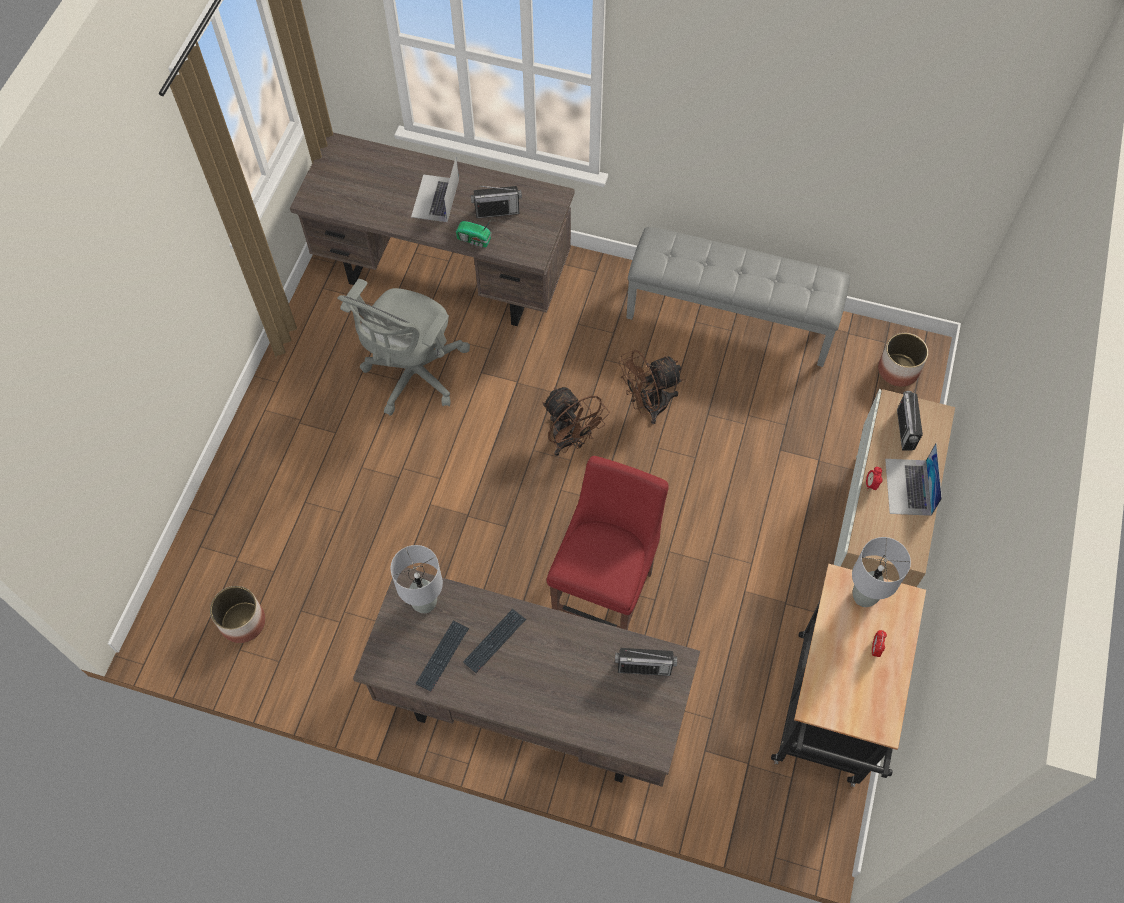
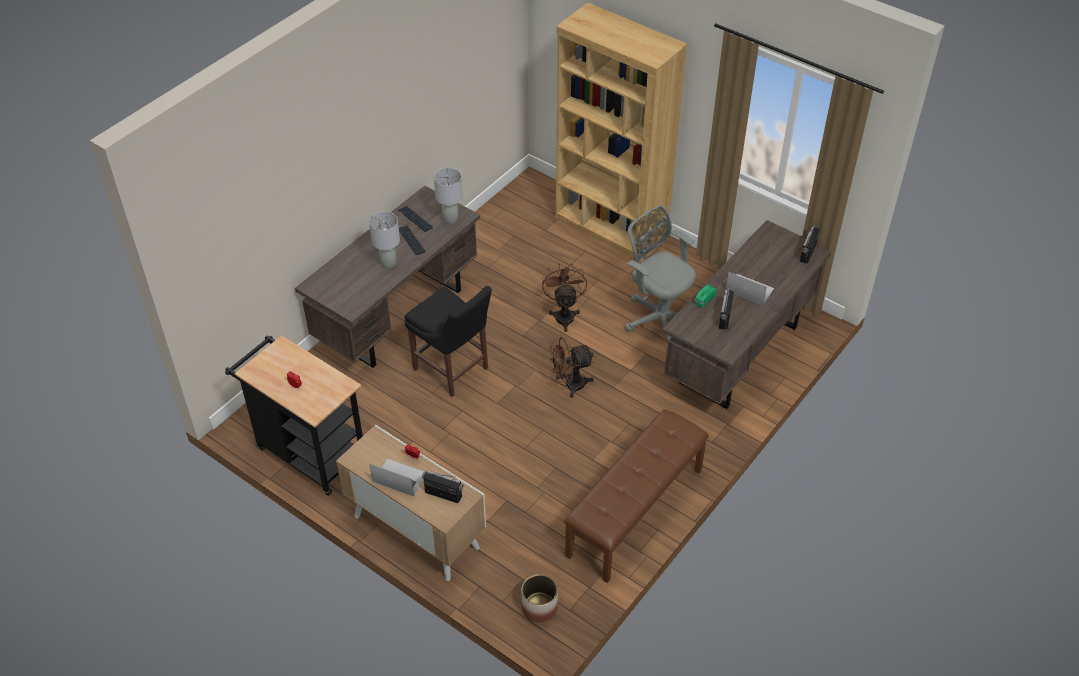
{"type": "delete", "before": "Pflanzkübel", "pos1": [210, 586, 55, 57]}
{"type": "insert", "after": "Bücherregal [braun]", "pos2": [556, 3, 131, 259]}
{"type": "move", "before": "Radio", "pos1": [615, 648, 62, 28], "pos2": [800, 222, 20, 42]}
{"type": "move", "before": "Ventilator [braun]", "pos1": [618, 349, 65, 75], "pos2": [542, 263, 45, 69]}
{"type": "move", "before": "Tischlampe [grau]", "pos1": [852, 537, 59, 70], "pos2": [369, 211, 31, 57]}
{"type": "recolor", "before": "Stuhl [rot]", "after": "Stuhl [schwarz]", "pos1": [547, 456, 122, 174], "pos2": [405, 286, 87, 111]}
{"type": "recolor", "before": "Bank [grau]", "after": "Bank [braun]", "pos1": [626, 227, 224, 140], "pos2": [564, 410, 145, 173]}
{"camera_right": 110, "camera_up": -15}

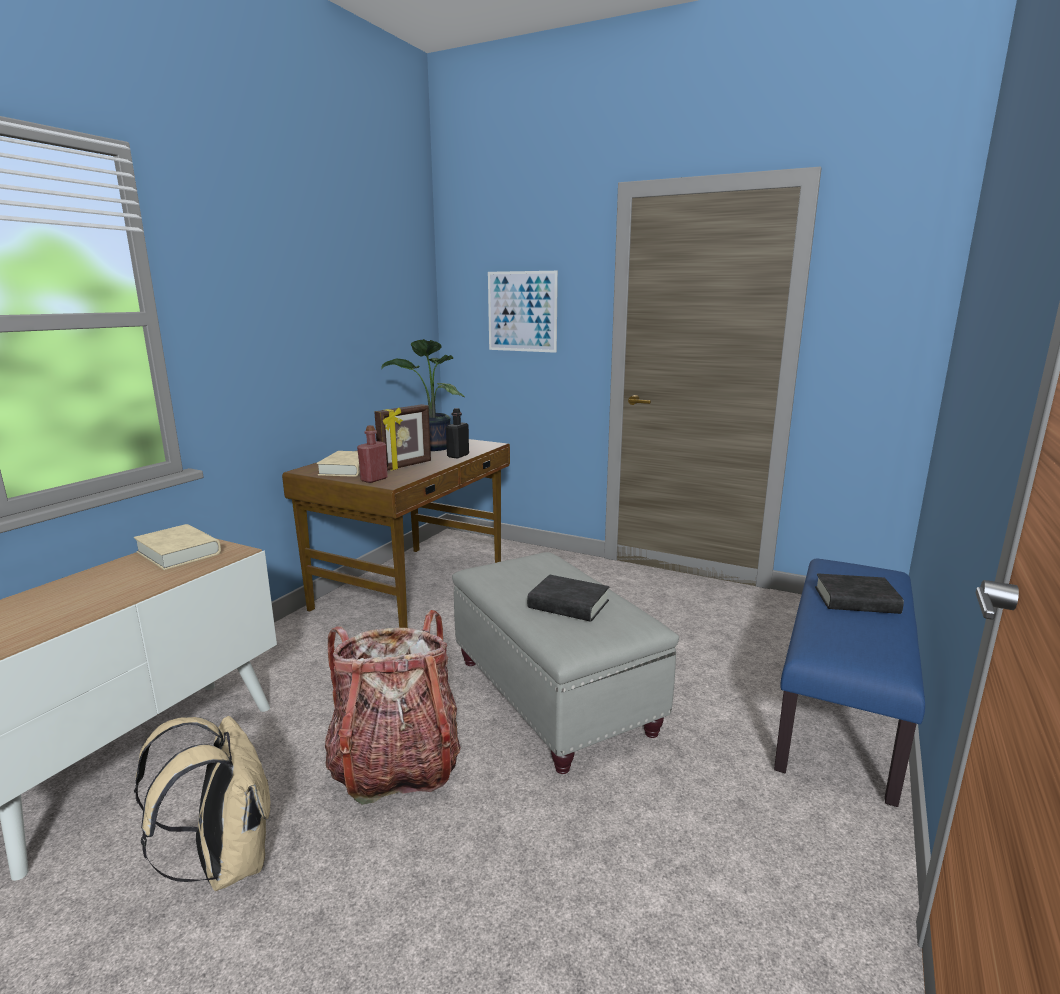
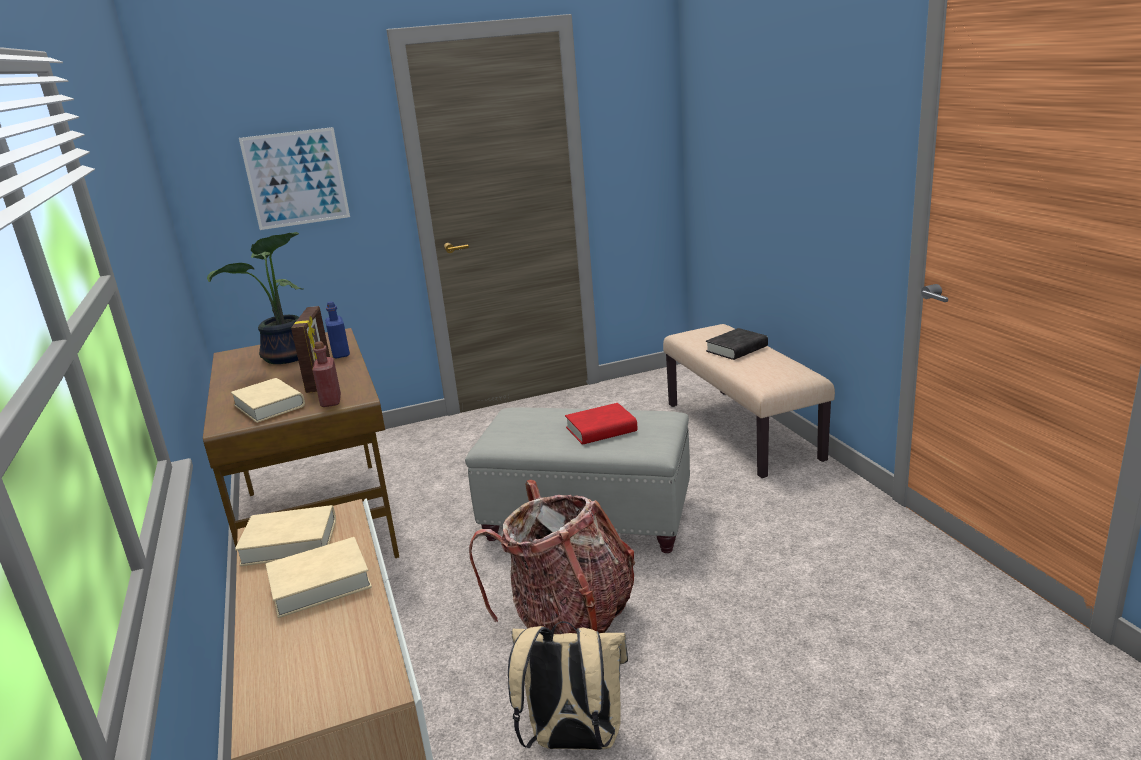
{"type": "insert", "after": "Buch [beige]", "pos2": [265, 537, 107, 81]}
{"type": "recolor", "before": "Flasche [schwarz]", "after": "Flasche [blau]", "pos1": [446, 408, 23, 50], "pos2": [325, 301, 25, 57]}
{"type": "recolor", "before": "Buch [schwarz]", "after": "Buch [rot]", "pos1": [527, 575, 82, 47], "pos2": [565, 403, 73, 42]}
{"type": "recolor", "before": "Bank [blau]", "after": "Bank [beige]", "pos1": [774, 559, 151, 248], "pos2": [663, 324, 172, 154]}
{"camera_right": -45, "camera_up": 5}

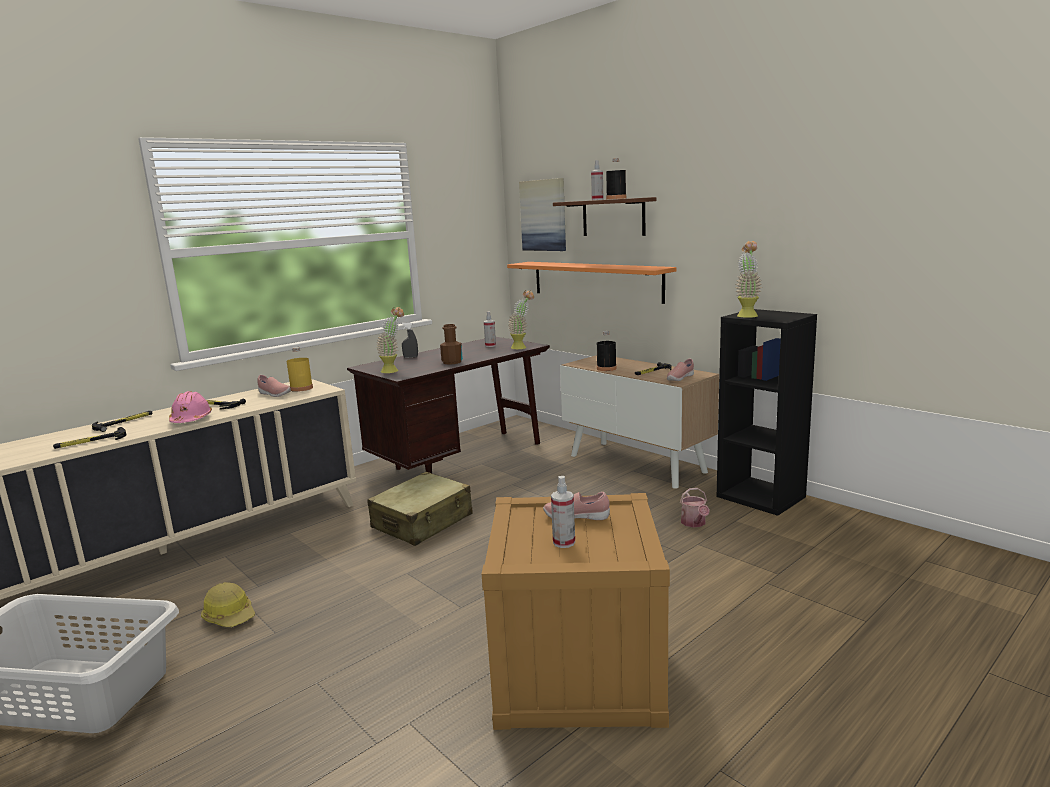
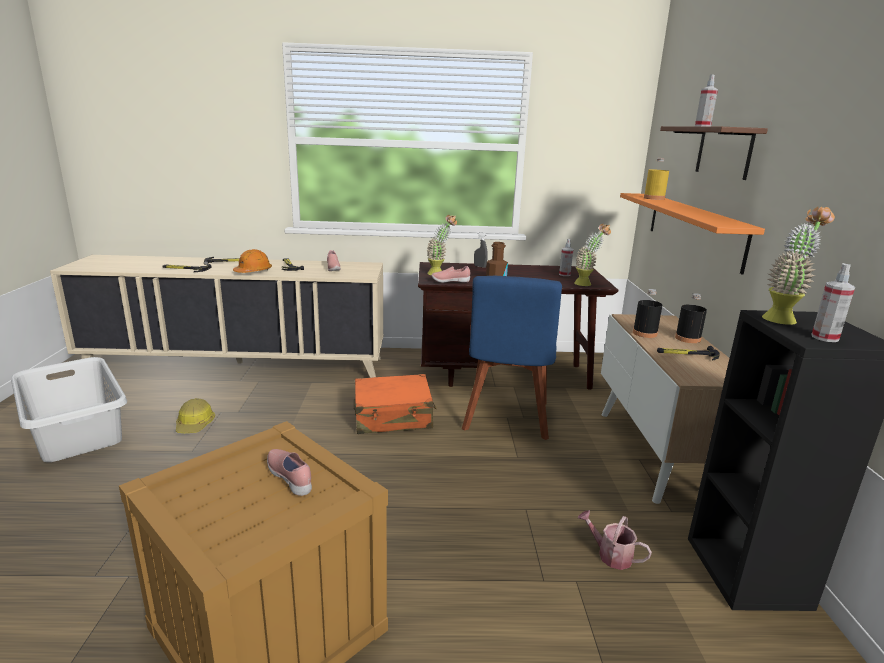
{"type": "delete", "before": "Bild", "pos1": [519, 178, 47, 73]}
{"type": "insert", "after": "Stuhl [blau]", "pos2": [462, 276, 100, 164]}
{"type": "move", "before": "Flasche [gelb]", "pos1": [287, 347, 26, 45], "pos2": [644, 158, 25, 42]}
{"type": "move", "before": "Sprühflasche", "pos1": [551, 476, 24, 72], "pos2": [811, 263, 44, 79]}
{"type": "move", "before": "Flasche [schwarz]", "pos1": [606, 158, 20, 41], "pos2": [675, 293, 32, 50]}
{"type": "move", "before": "Schuh [rosa]", "pos1": [667, 359, 27, 22], "pos2": [431, 266, 39, 17]}
{"type": "recolor", "before": "Schutzhelm [rosa]", "after": "Schutzhelm [orange]", "pos1": [169, 391, 43, 32], "pos2": [233, 249, 39, 24]}
{"type": "recolor", "before": "Koffer [beige]", "after": "Koffer [orange]", "pos1": [367, 472, 106, 74], "pos2": [354, 374, 83, 60]}
{"type": "rotate", "before": "Gießkanne", "pos1": [680, 488, 30, 40], "pos2": [578, 510, 74, 60], "turn": 90}
{"camera_right": 40, "camera_up": 5}

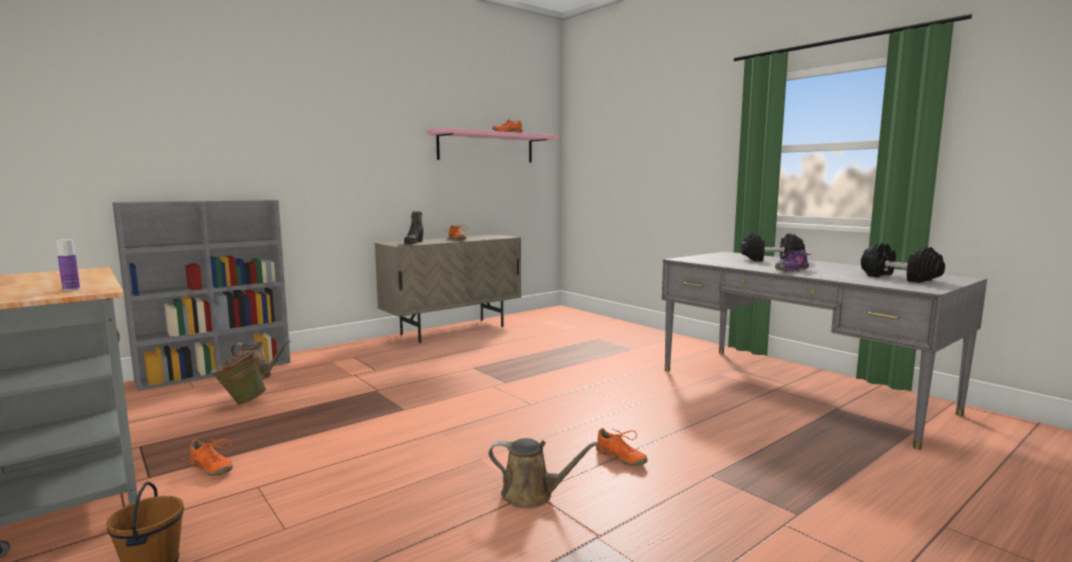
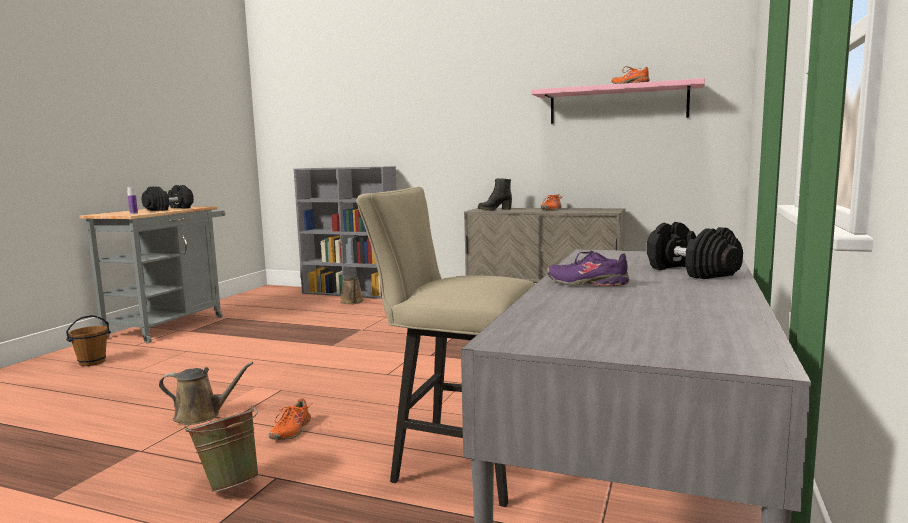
{"type": "delete", "before": "Schuh [orange]", "pos1": [181, 439, 52, 37]}
{"type": "insert", "after": "Hocker [beige]", "pos2": [356, 187, 179, 320]}
{"type": "move", "before": "Eimer [grün]", "pos1": [210, 351, 57, 54], "pos2": [184, 406, 75, 86]}
{"type": "move", "before": "Hantel [schwarz]", "pos1": [861, 243, 84, 40], "pos2": [142, 185, 52, 26]}
{"type": "rotate", "before": "Gießkanne [braun]", "pos1": [489, 438, 110, 70], "pos2": [159, 362, 94, 63], "turn": -75}
{"camera_right": 60, "camera_up": 0}

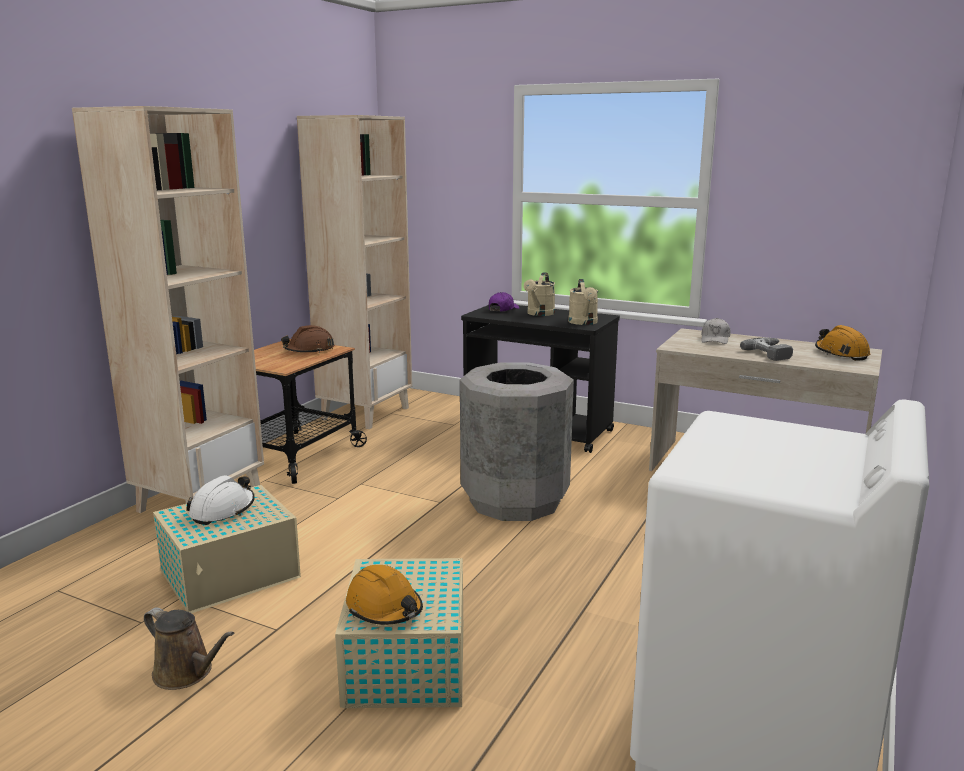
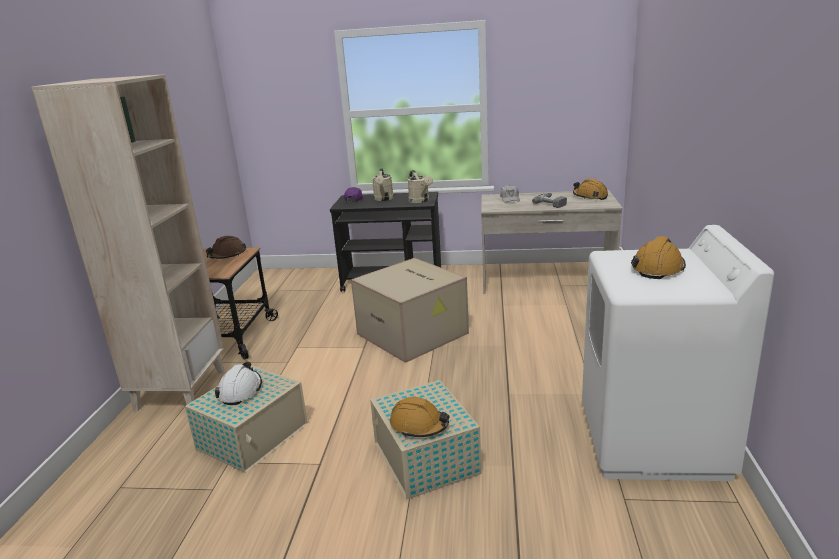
{"type": "delete", "before": "Gießkanne [braun]", "pos1": [144, 607, 90, 83]}
{"type": "delete", "before": "Bücherregal [beige]", "pos1": [297, 115, 115, 314]}
{"type": "insert", "after": "Schutzhelm [orange]", "pos2": [631, 236, 55, 43]}
{"type": "replace", "before": "Mülleimer [grau]", "after": "Karton", "pos1": [460, 362, 114, 159], "pos2": [351, 258, 118, 105]}
{"camera_right": -20, "camera_up": 5}

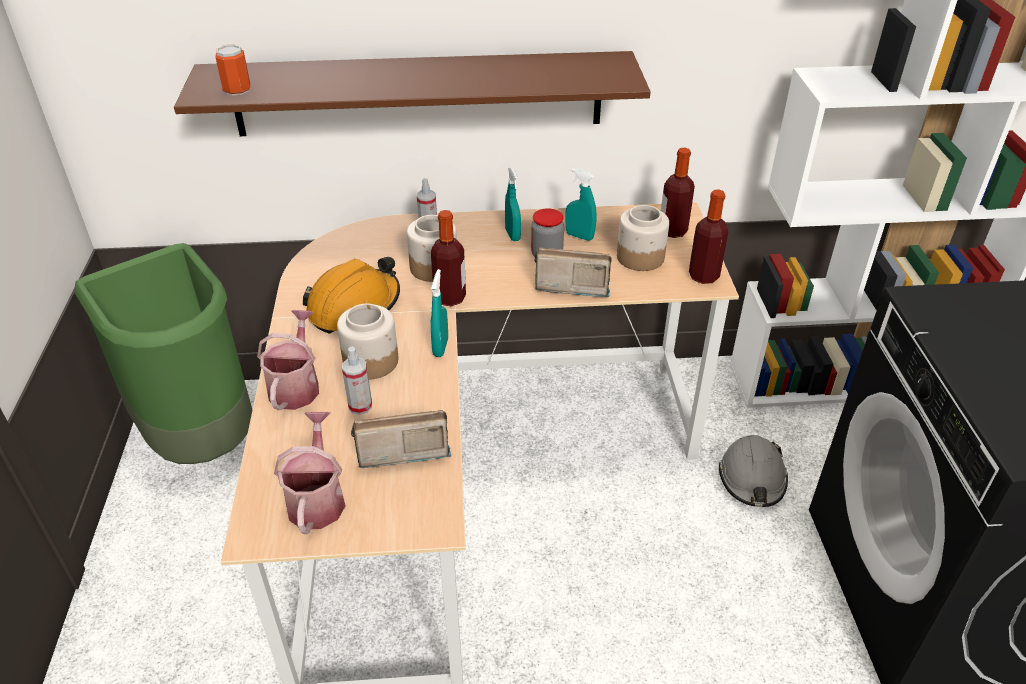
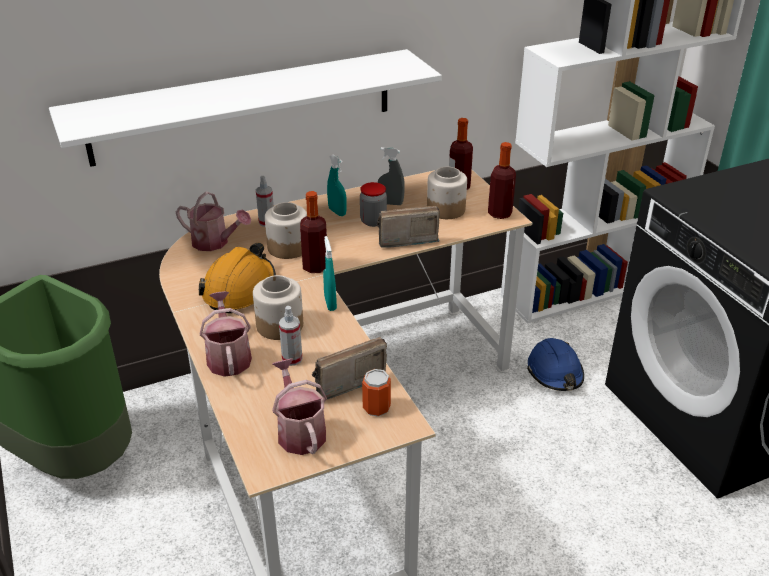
{"type": "insert", "after": "Gießkanne", "pos2": [176, 192, 75, 59]}
{"type": "move", "before": "Dose", "pos1": [215, 44, 35, 51], "pos2": [362, 369, 29, 48]}
{"type": "recolor", "before": "Wandregal [braun]", "after": "Wandregal [weiß]", "pos1": [174, 51, 477, 85], "pos2": [49, 49, 393, 118]}
{"type": "recolor", "before": "Sprühflasche [türkis]", "after": "Sprühflasche [grau]", "pos1": [565, 168, 31, 73], "pos2": [378, 147, 27, 58]}
{"type": "recolor", "before": "Schutzhelm [grau]", "after": "Schutzhelm [blau]", "pos1": [719, 435, 69, 72], "pos2": [527, 338, 57, 53]}
{"camera_right": -20, "camera_up": -5}

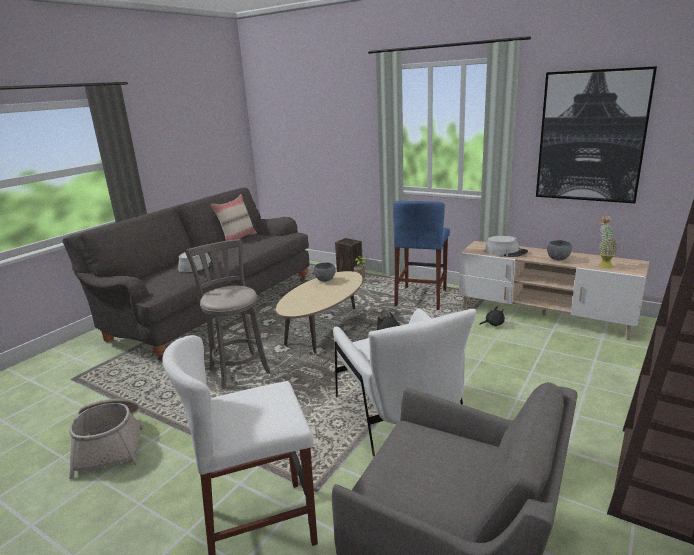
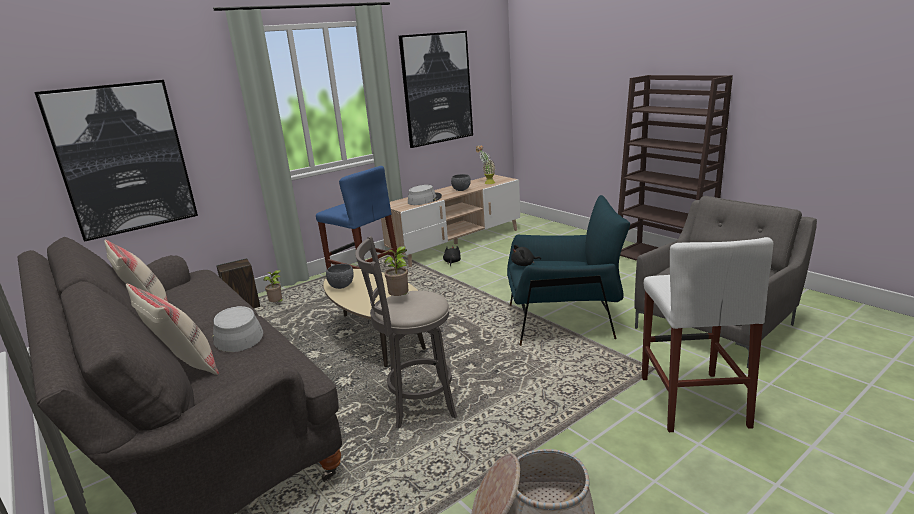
{"type": "insert", "after": "Bild", "pos2": [34, 80, 164, 162]}
{"type": "insert", "after": "Kissen [beige]", "pos2": [126, 284, 93, 91]}
{"type": "insert", "after": "Topfpflanze", "pos2": [384, 246, 24, 50]}
{"type": "recolor", "before": "Sessel [weiß]", "after": "Sessel [blau]", "pos1": [333, 308, 144, 148], "pos2": [507, 195, 123, 151]}
{"camera_right": -70, "camera_up": 0}

